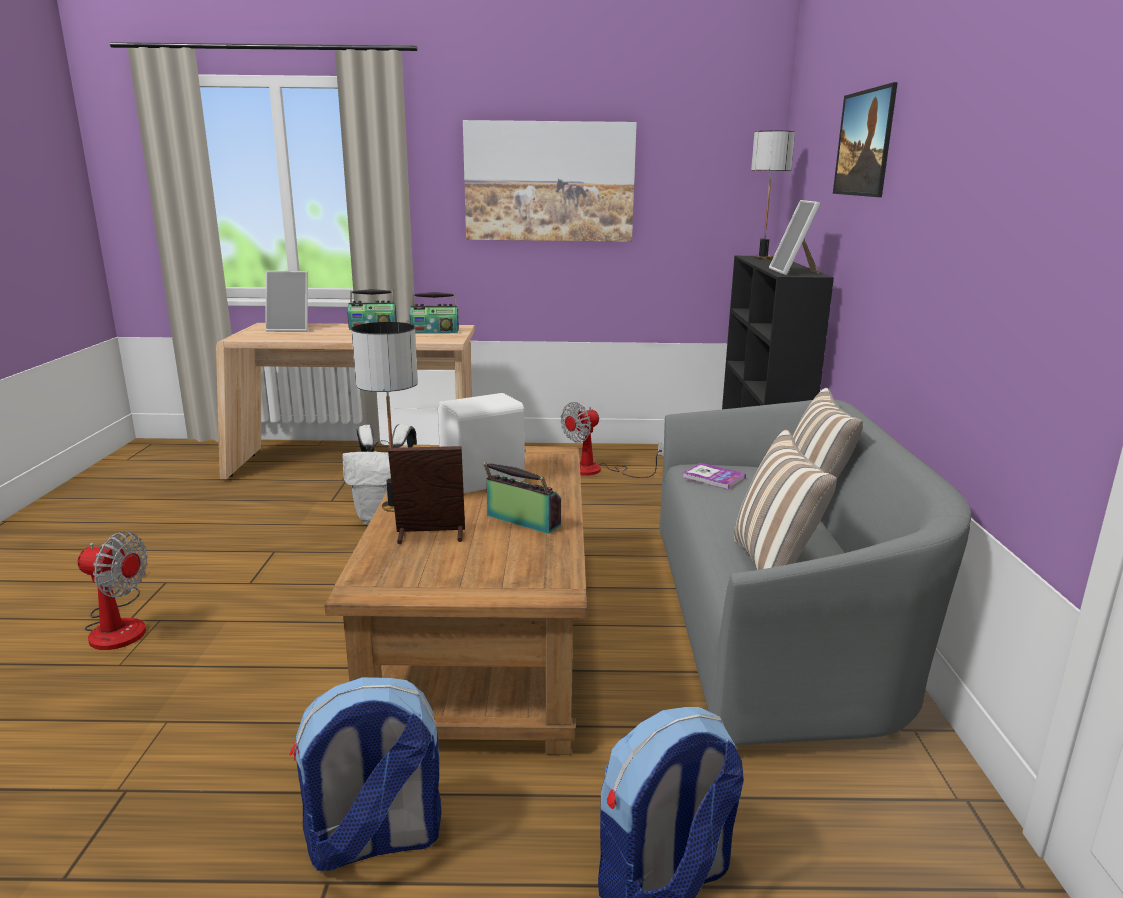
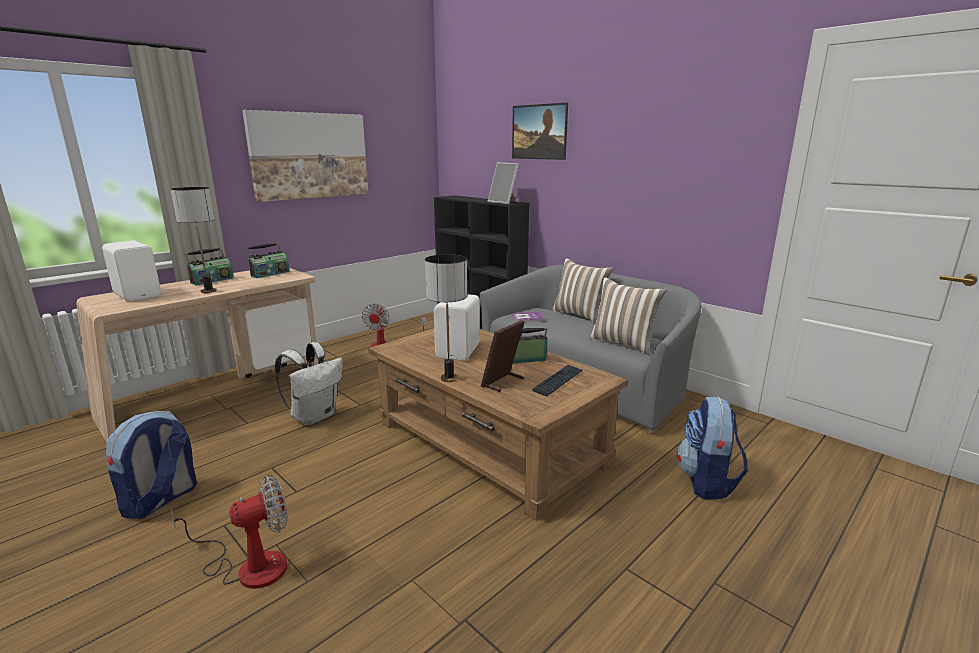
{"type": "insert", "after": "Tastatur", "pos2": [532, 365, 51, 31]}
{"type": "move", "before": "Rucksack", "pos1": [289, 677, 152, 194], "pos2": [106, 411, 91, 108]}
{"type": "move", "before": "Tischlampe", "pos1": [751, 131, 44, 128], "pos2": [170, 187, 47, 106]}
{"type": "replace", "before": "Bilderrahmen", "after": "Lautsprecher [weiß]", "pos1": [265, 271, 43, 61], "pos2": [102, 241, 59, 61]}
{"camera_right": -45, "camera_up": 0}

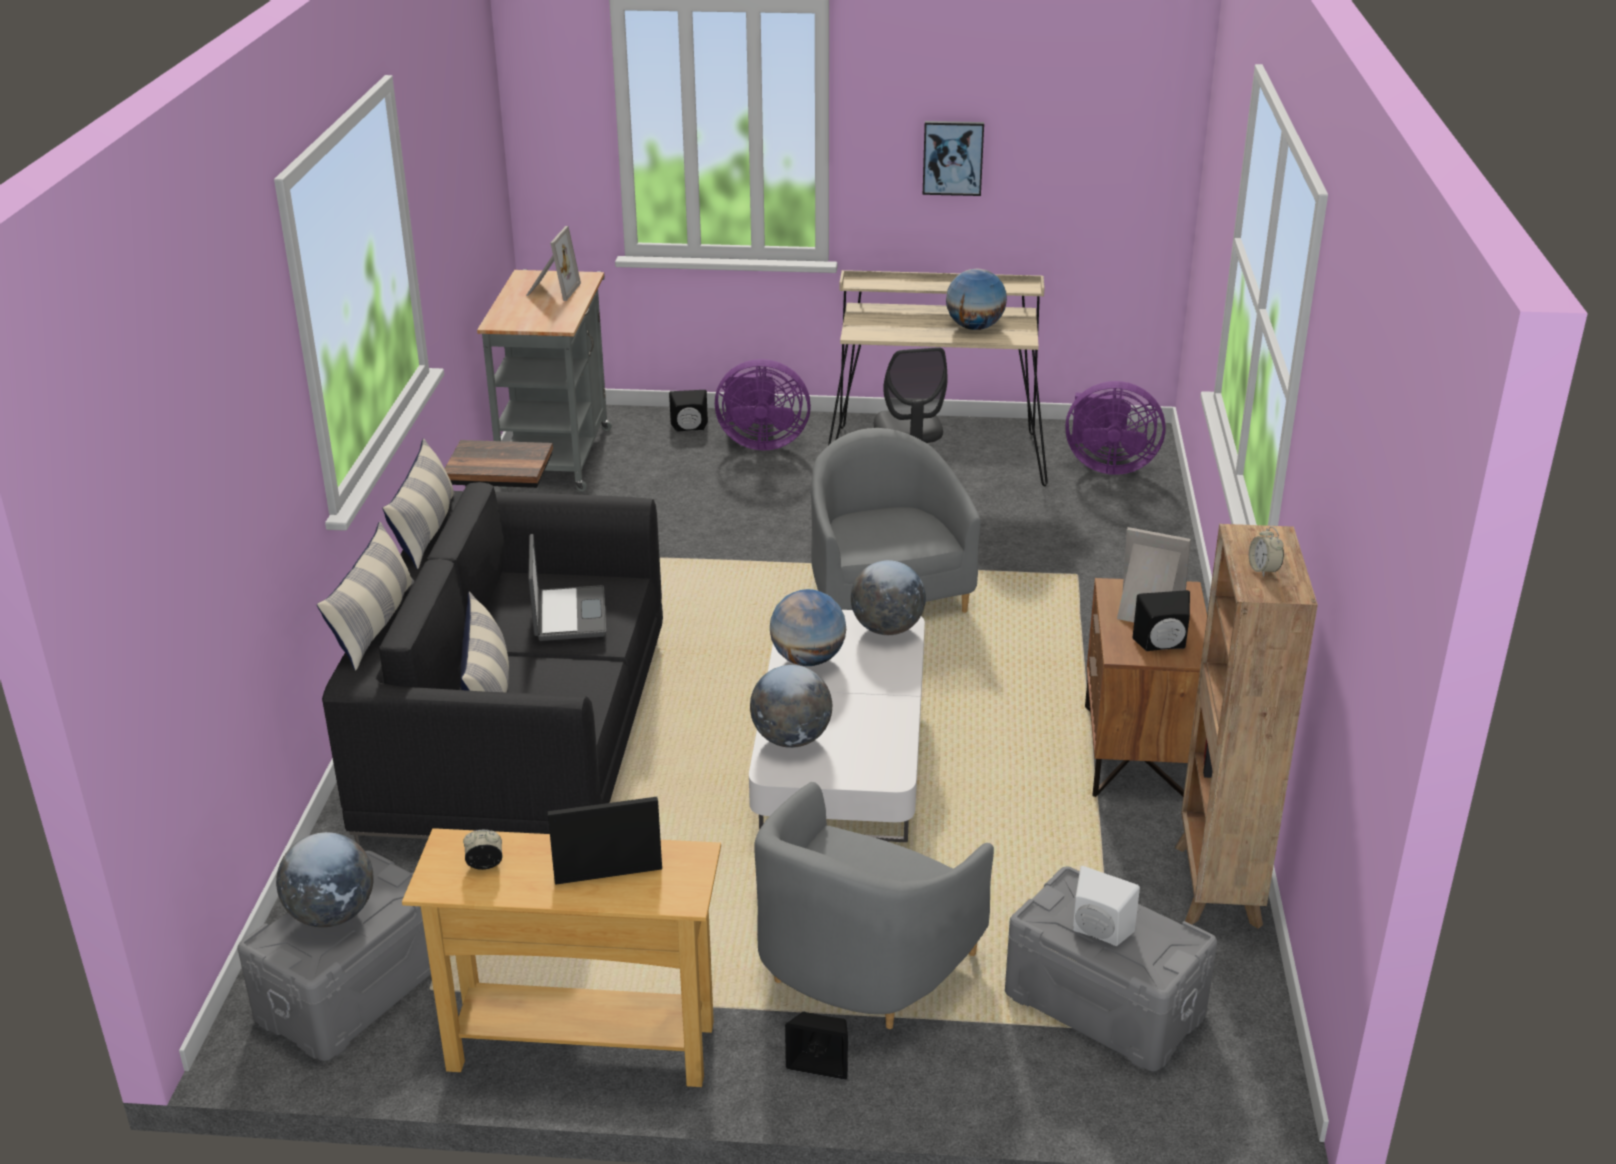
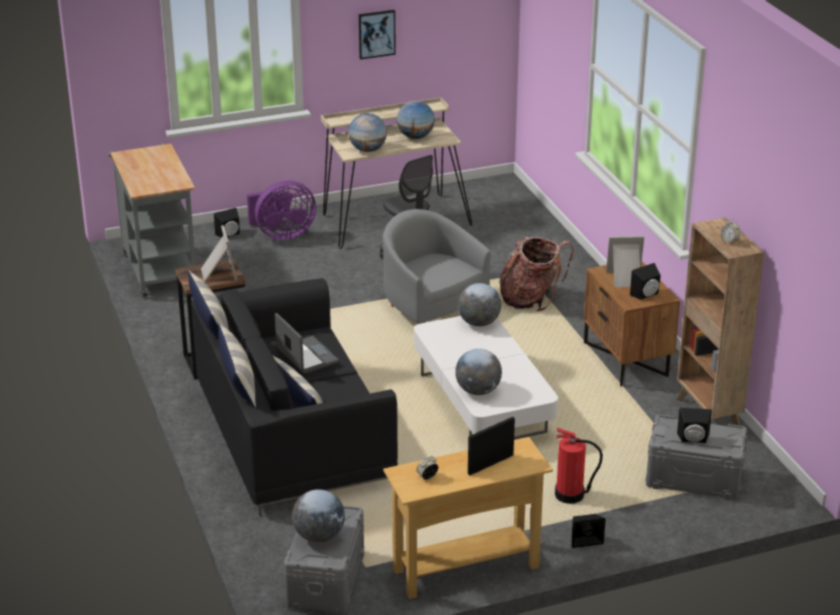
{"type": "delete", "before": "Ventilator [lila]", "pos1": [1065, 381, 101, 94]}
{"type": "insert", "after": "Rucksack", "pos2": [499, 236, 75, 75]}
{"type": "move", "before": "Bilderrahmen", "pos1": [526, 226, 55, 75], "pos2": [201, 225, 36, 56]}
{"type": "move", "before": "Globus", "pos1": [770, 589, 76, 77], "pos2": [348, 113, 39, 39]}
{"type": "replace", "before": "Sessel [grau]", "after": "Feuerlöscher", "pos1": [754, 782, 240, 247], "pos2": [555, 428, 48, 76]}
{"type": "recolor", "before": "Lautsprecher [weiß]", "after": "Lautsprecher [schwarz]", "pos1": [1073, 866, 67, 80], "pos2": [677, 408, 35, 35]}
{"camera_right": -25, "camera_up": 0}

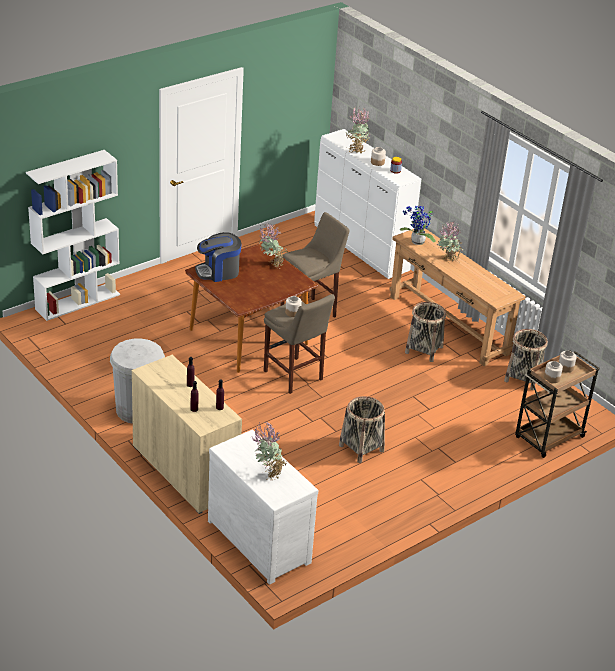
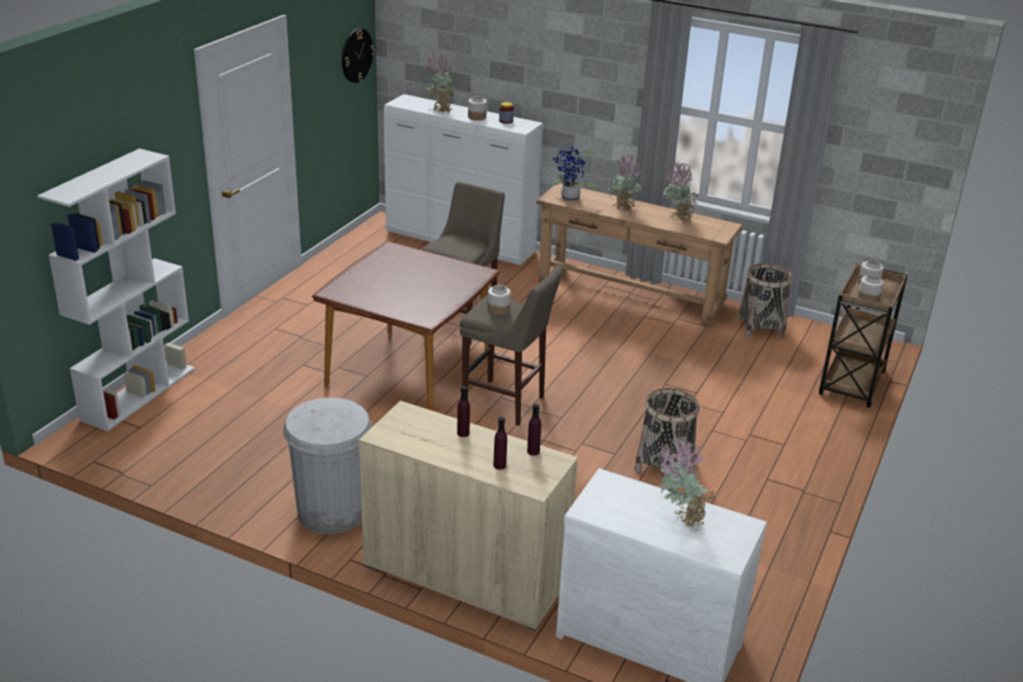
{"type": "delete", "before": "Kaffeemaschine", "pos1": [195, 232, 46, 50]}
{"type": "delete", "before": "Korb", "pos1": [405, 302, 41, 60]}
{"type": "insert", "after": "Wanduhr", "pos2": [342, 28, 33, 55]}
{"type": "move", "before": "Topfpflanze", "pos1": [259, 223, 28, 46], "pos2": [663, 162, 36, 59]}
{"camera_right": -25, "camera_up": -5}

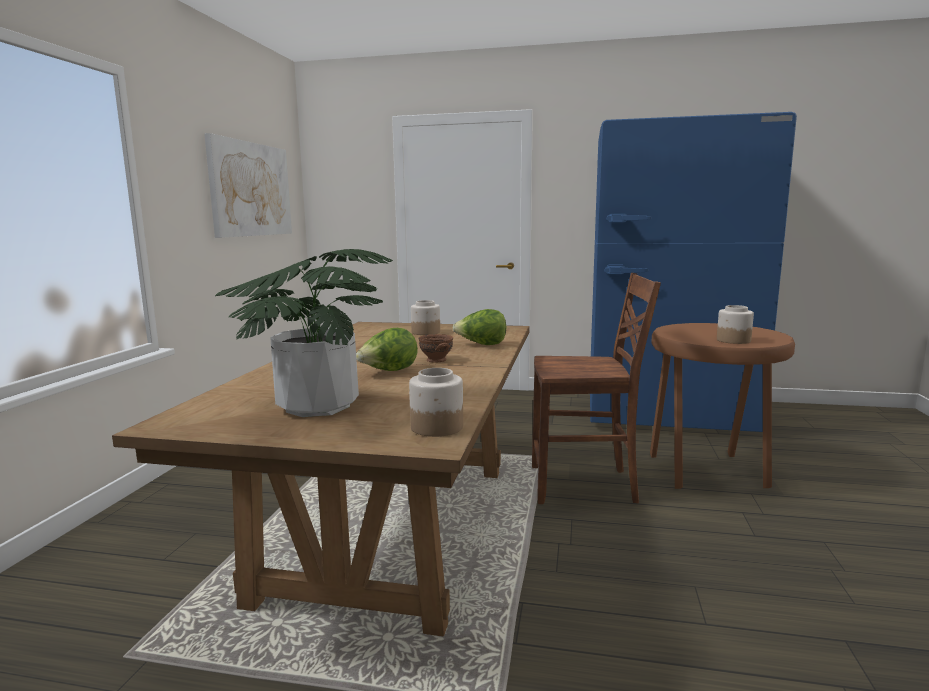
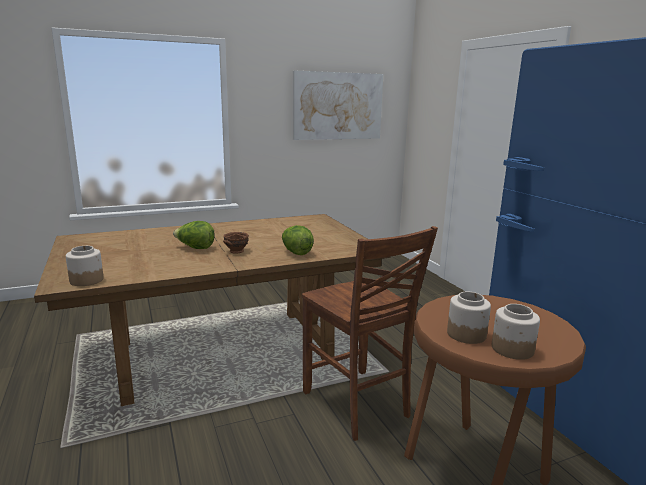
{"type": "delete", "before": "Topfpflanze", "pos1": [215, 249, 178, 168]}
{"type": "move", "before": "Vorratsglas", "pos1": [411, 300, 29, 35], "pos2": [492, 304, 48, 56]}
{"camera_right": 55, "camera_up": 5}

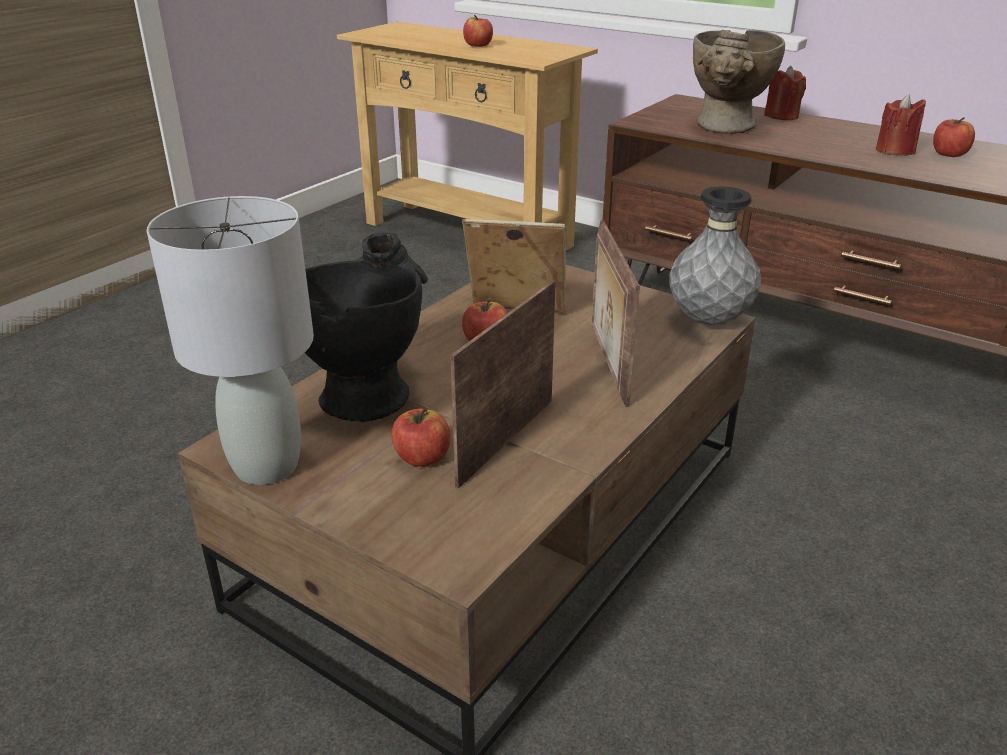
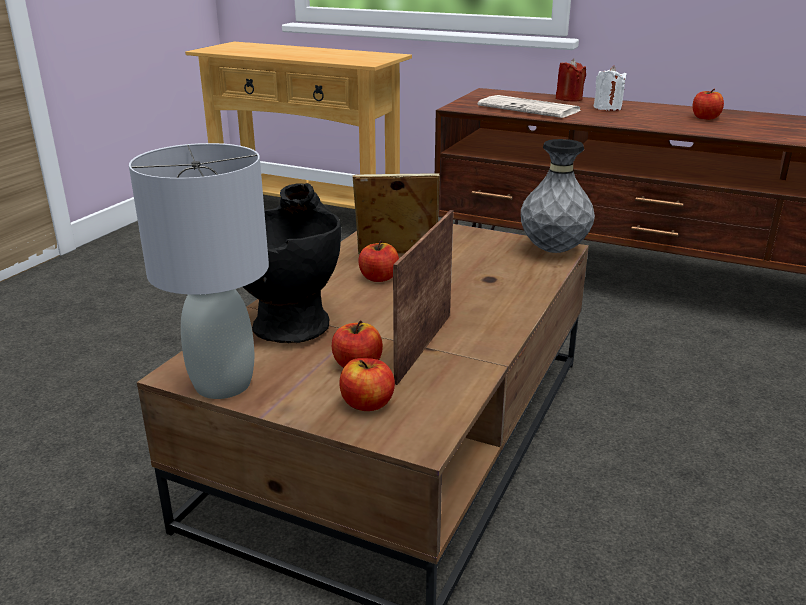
{"type": "delete", "before": "Bilderrahmen", "pos1": [592, 220, 48, 187]}
{"type": "delete", "before": "Kerze [rot]", "pos1": [876, 94, 50, 62]}
{"type": "insert", "after": "Kerze [weiß]", "pos2": [593, 66, 34, 45]}
{"type": "move", "before": "Apfel", "pos1": [463, 15, 30, 32], "pos2": [339, 358, 56, 53]}
{"type": "replace", "before": "Vase [beige]", "after": "Zeitung", "pos1": [693, 29, 92, 105], "pos2": [478, 95, 104, 23]}
{"camera_right": -10, "camera_up": -5}

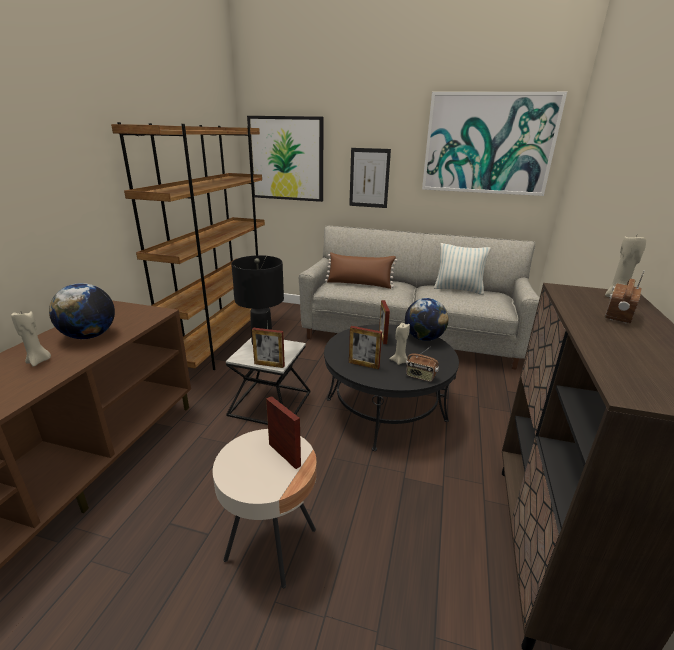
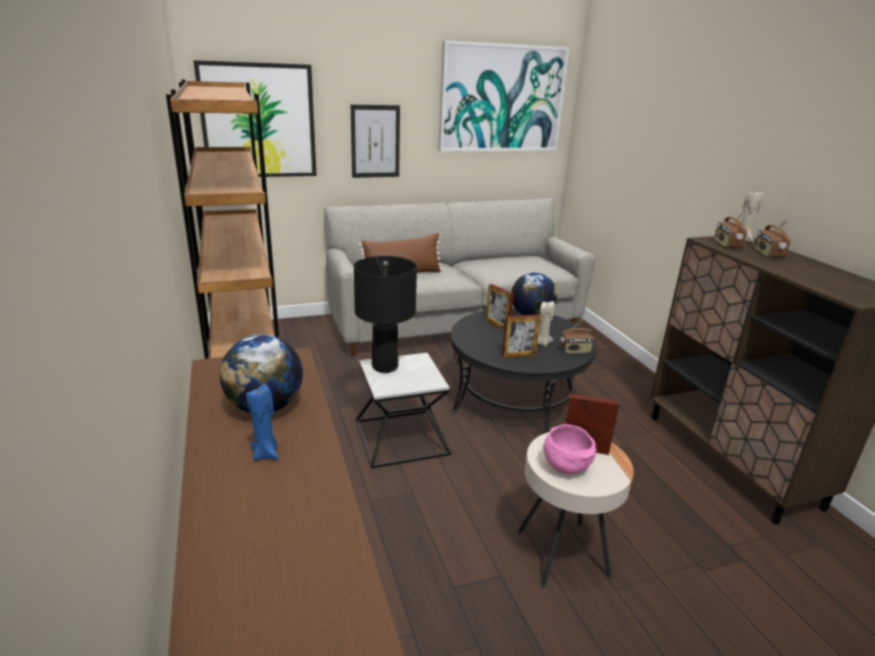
{"type": "delete", "before": "Bilderrahmen", "pos1": [252, 328, 33, 40]}
{"type": "delete", "before": "Kissen", "pos1": [434, 243, 57, 52]}
{"type": "insert", "after": "Schüssel [rosa]", "pos2": [544, 424, 52, 51]}
{"type": "insert", "after": "Radio", "pos2": [714, 210, 33, 39]}
{"type": "recolor", "before": "Kerze [beige]", "after": "Kerze [blau]", "pos1": [11, 311, 40, 56], "pos2": [246, 384, 33, 77]}
{"camera_right": -35, "camera_up": 0}

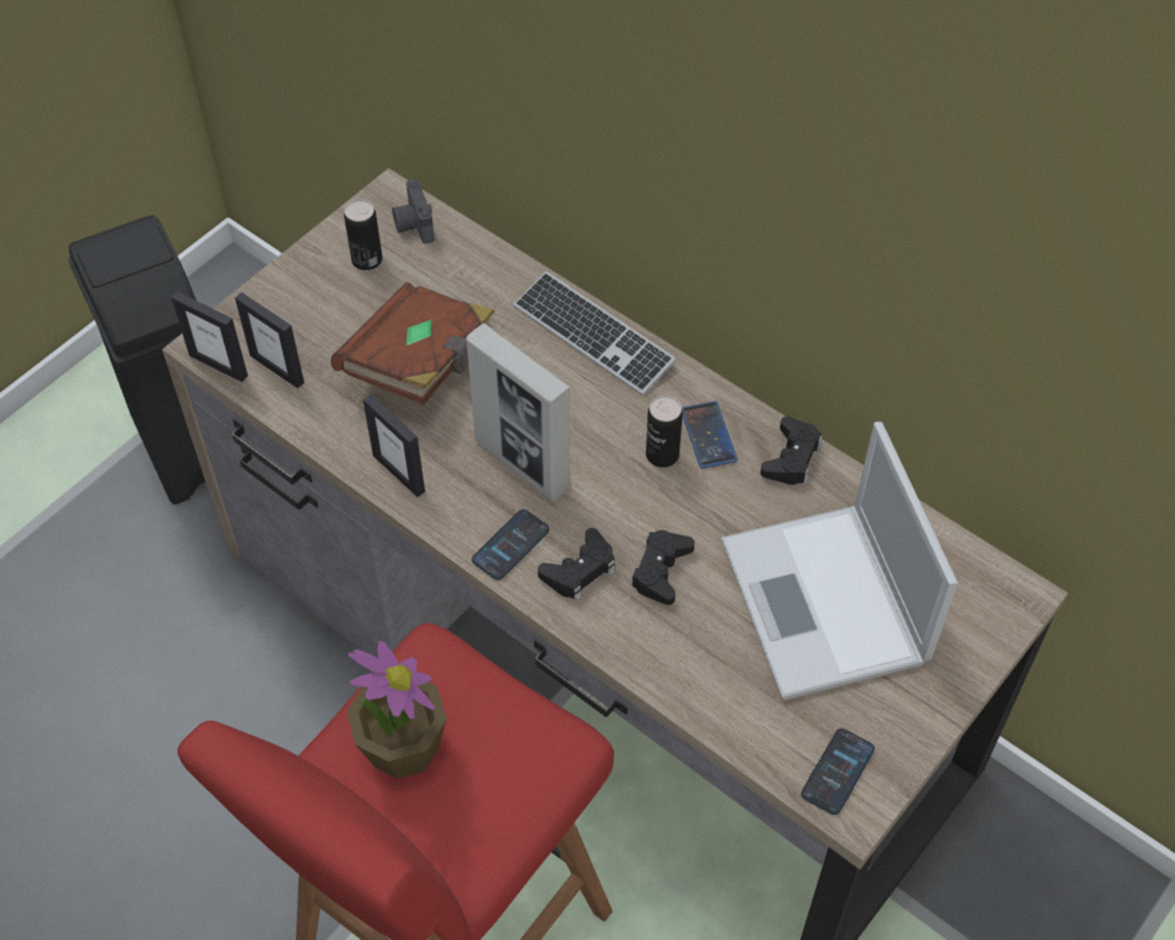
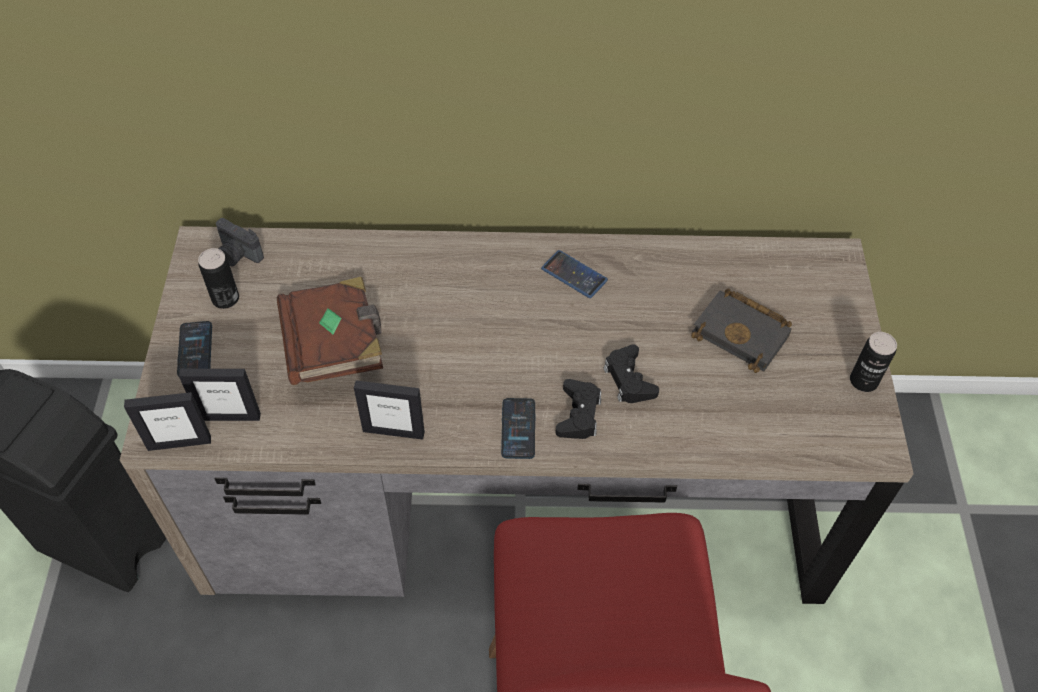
{"type": "delete", "before": "Topfpflanze", "pos1": [347, 641, 100, 138]}
{"type": "delete", "before": "Bilderrahmen", "pos1": [466, 323, 105, 178]}
{"type": "delete", "before": "Tastatur", "pos1": [513, 271, 163, 124]}
{"type": "delete", "before": "Gamepad [schwarz]", "pos1": [760, 416, 62, 69]}
{"type": "move", "before": "Dose", "pos1": [646, 395, 37, 72], "pos2": [850, 332, 47, 60]}
{"type": "move", "before": "Handy", "pos1": [801, 728, 74, 87], "pos2": [177, 321, 35, 56]}
{"type": "replace", "before": "Laptop", "after": "Buch [schwarz]", "pos1": [721, 422, 237, 278], "pos2": [691, 289, 101, 84]}
{"camera_right": -40, "camera_up": 0}

